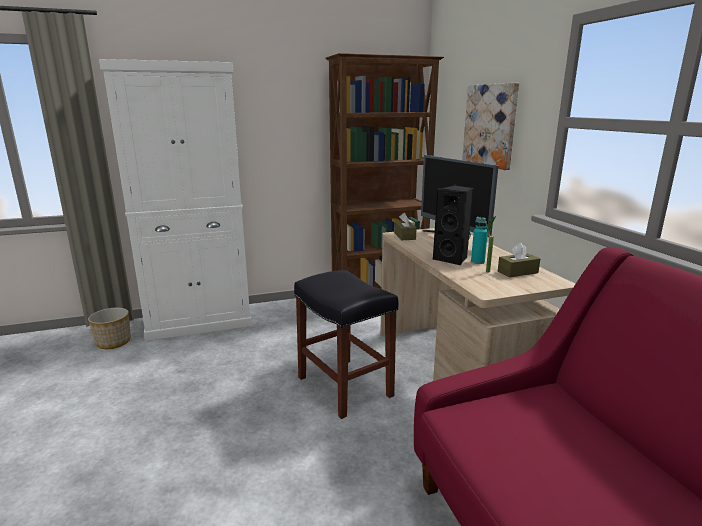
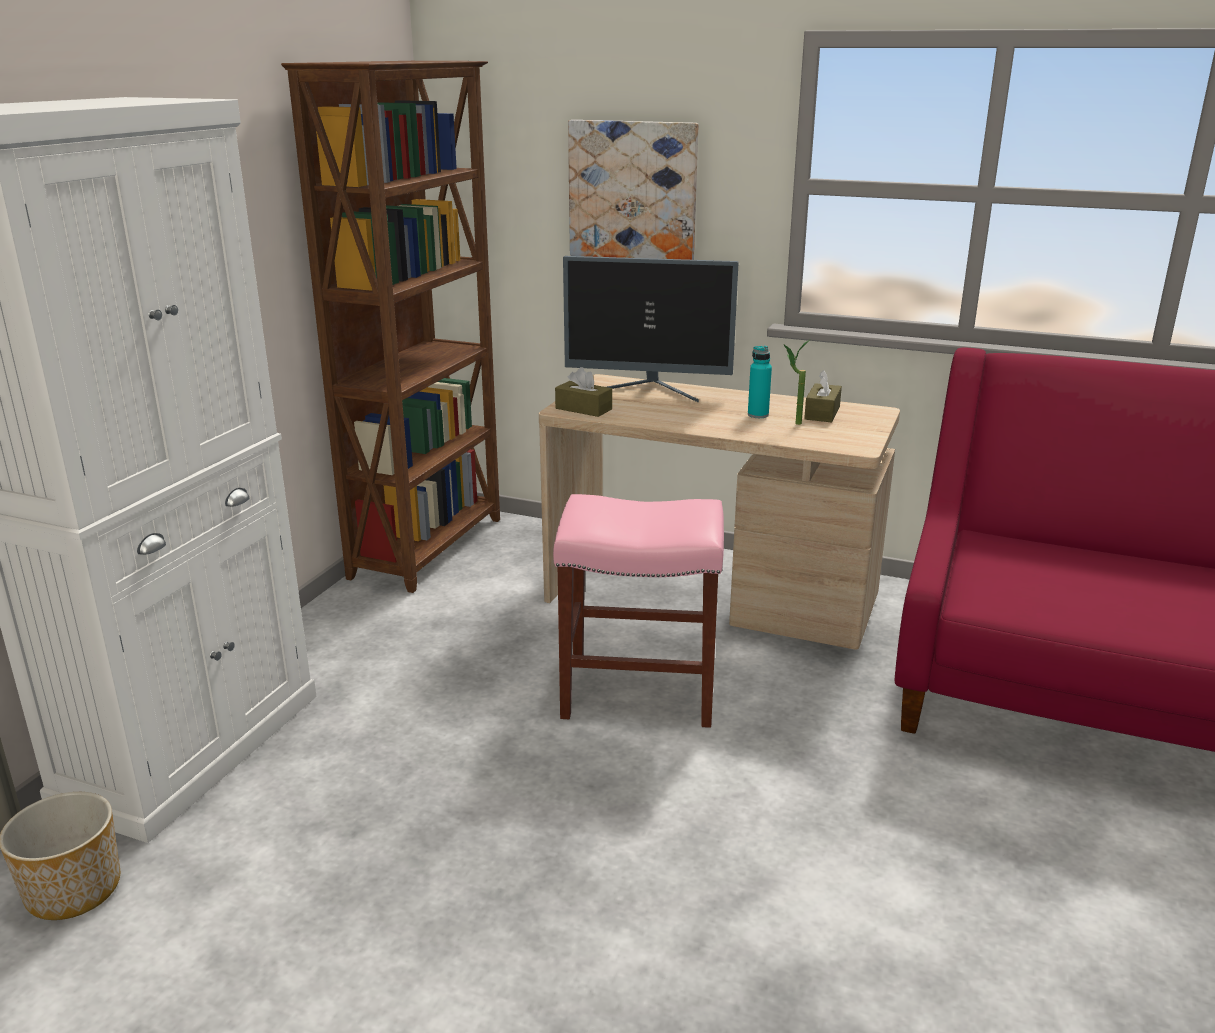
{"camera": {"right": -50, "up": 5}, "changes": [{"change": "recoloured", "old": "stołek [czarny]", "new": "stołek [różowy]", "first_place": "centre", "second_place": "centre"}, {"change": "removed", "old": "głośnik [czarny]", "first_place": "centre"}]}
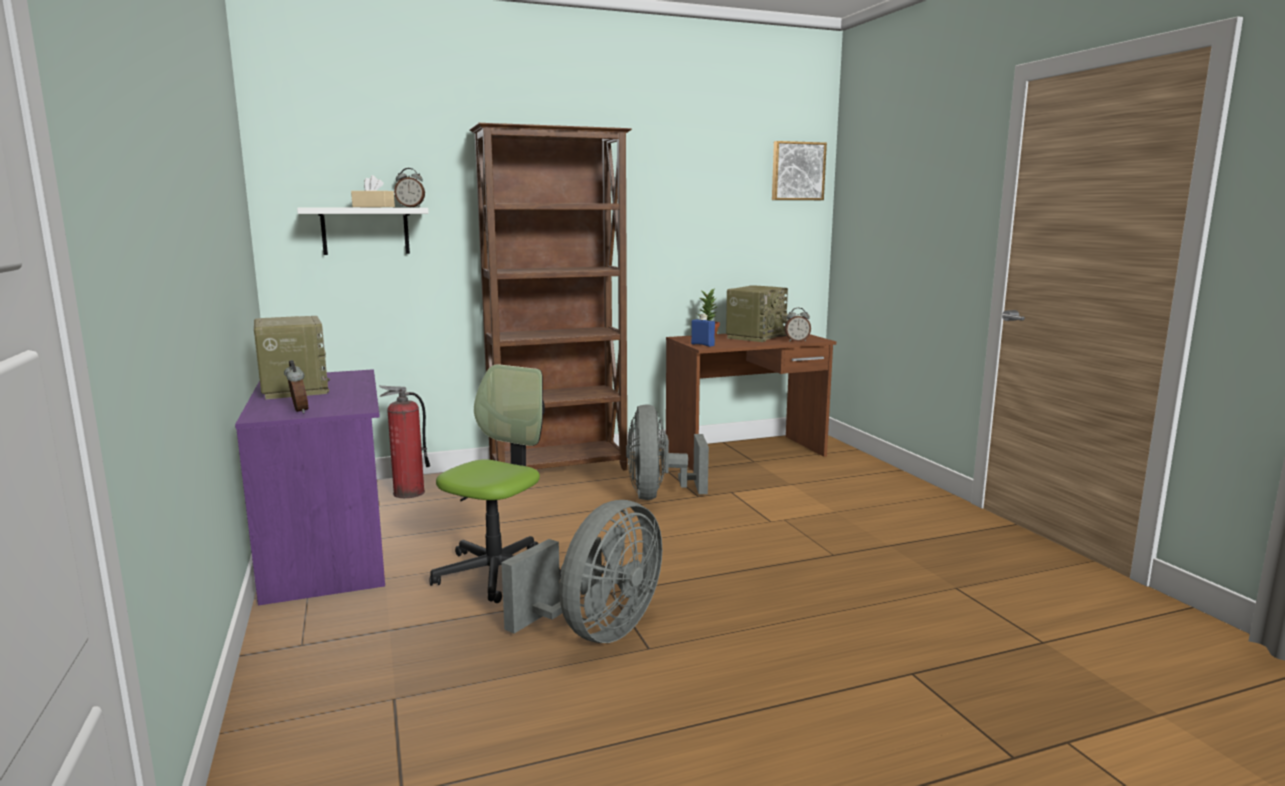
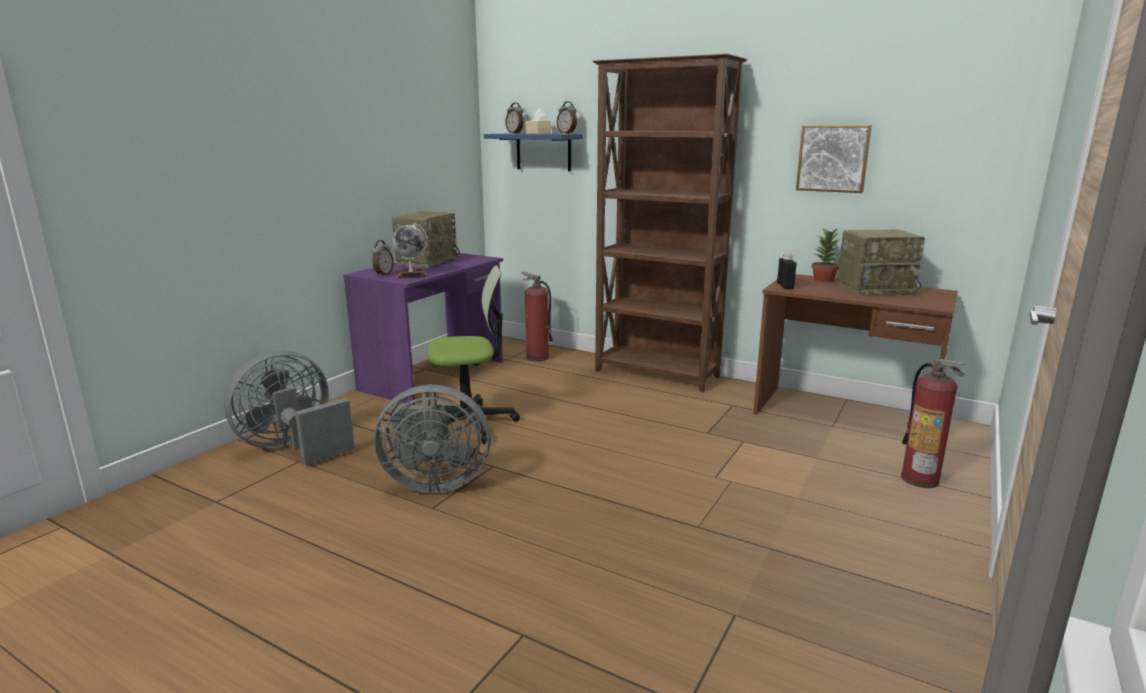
{"camera": {"right": 50, "up": 5}, "changes": [{"change": "recoloured", "old": "półka [biały]", "new": "półka [niebieski]", "first_place": "top left", "second_place": "top centre"}, {"change": "moved", "old": "wentylator [szary] (2nd from left in the first image)", "new": "wentylator [szary] (1st from left)", "first_place": "centre", "second_place": "middle left"}, {"change": "recoloured", "old": "butelka [niebieski]", "new": "butelka [czarny]", "first_place": "centre", "second_place": "middle right"}, {"change": "moved", "old": "obraz", "first_place": "top centre", "second_place": "top right"}, {"change": "moved", "old": "budzik (3rd from left in the first image)", "new": "budzik (2nd from left)", "first_place": "centre", "second_place": "top centre"}, {"change": "added", "new": "globus", "second_place": "centre"}, {"change": "added", "new": "gaśnica (2nd from left)", "second_place": "middle right"}]}
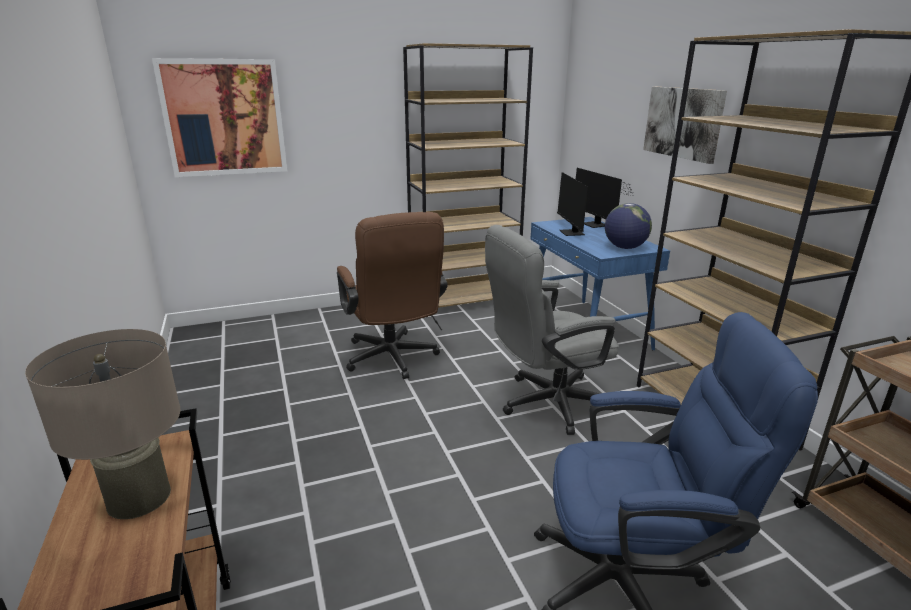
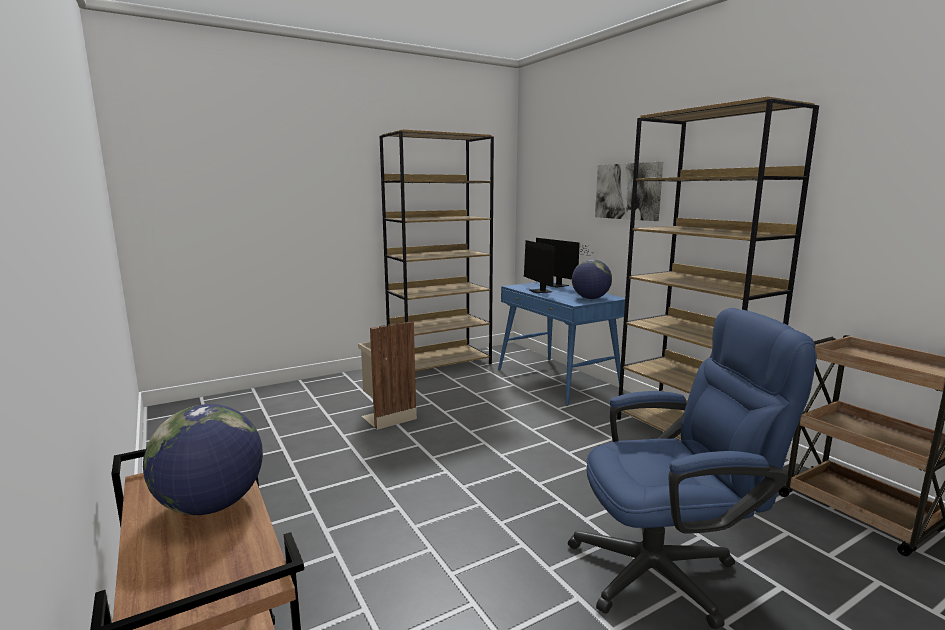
{"camera": {"right": -10, "up": -10}, "changes": [{"change": "replaced", "old": "lampa stołowa [beżowy]", "new": "globus (1st from left)", "first_place": "bottom left", "second_place": "bottom left"}, {"change": "removed", "old": "obraz (1st from left)", "first_place": "top left"}, {"change": "replaced", "old": "krzesło biurowe [brązowy]", "new": "kosz na śmieci [beżowy]", "first_place": "centre", "second_place": "centre"}, {"change": "removed", "old": "krzesło biurowe [szary]", "first_place": "centre"}]}
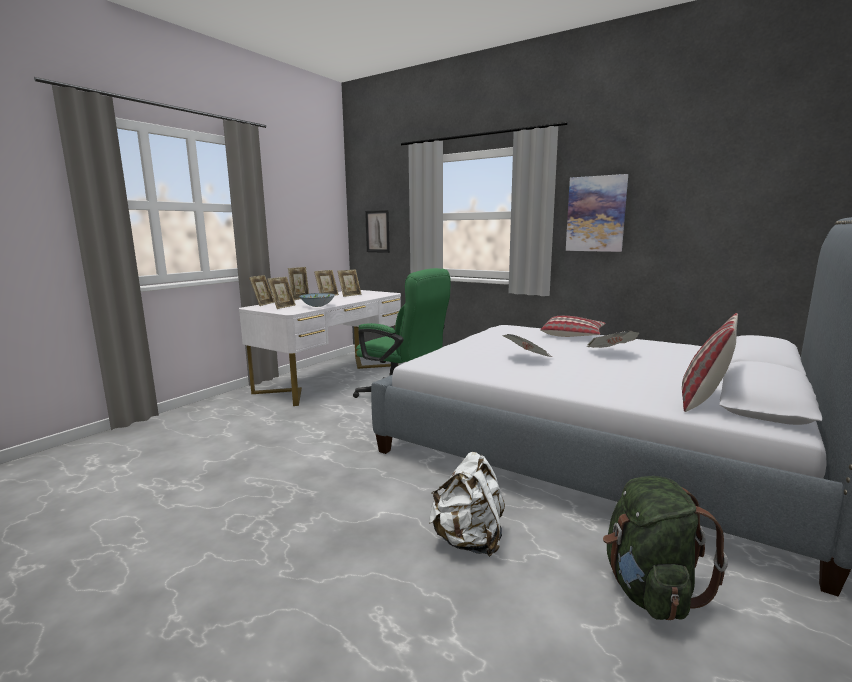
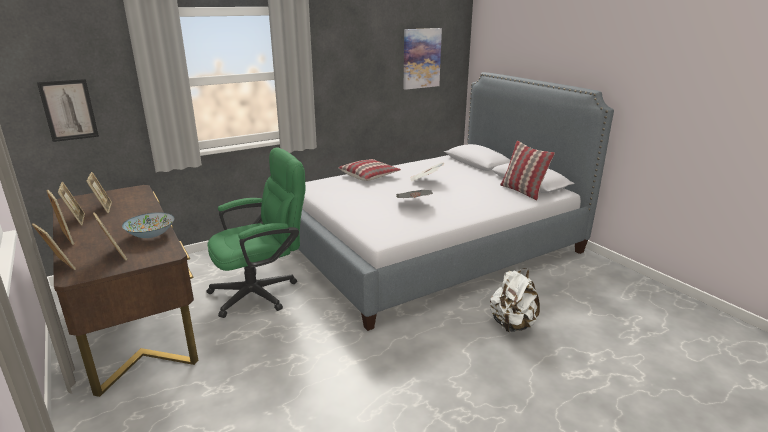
{"camera": {"right": -65, "up": 10}, "changes": [{"change": "recoloured", "old": "biurko [biały]", "new": "biurko [brązowy]", "first_place": "centre", "second_place": "bottom left"}, {"change": "moved", "old": "obraz (2nd from left)", "first_place": "top right", "second_place": "top centre"}, {"change": "removed", "old": "plecak [zielony]", "first_place": "bottom right"}]}
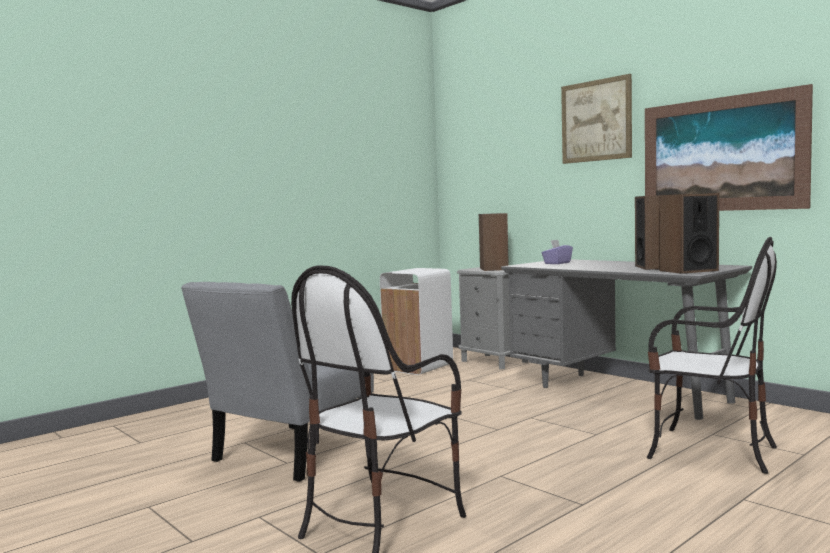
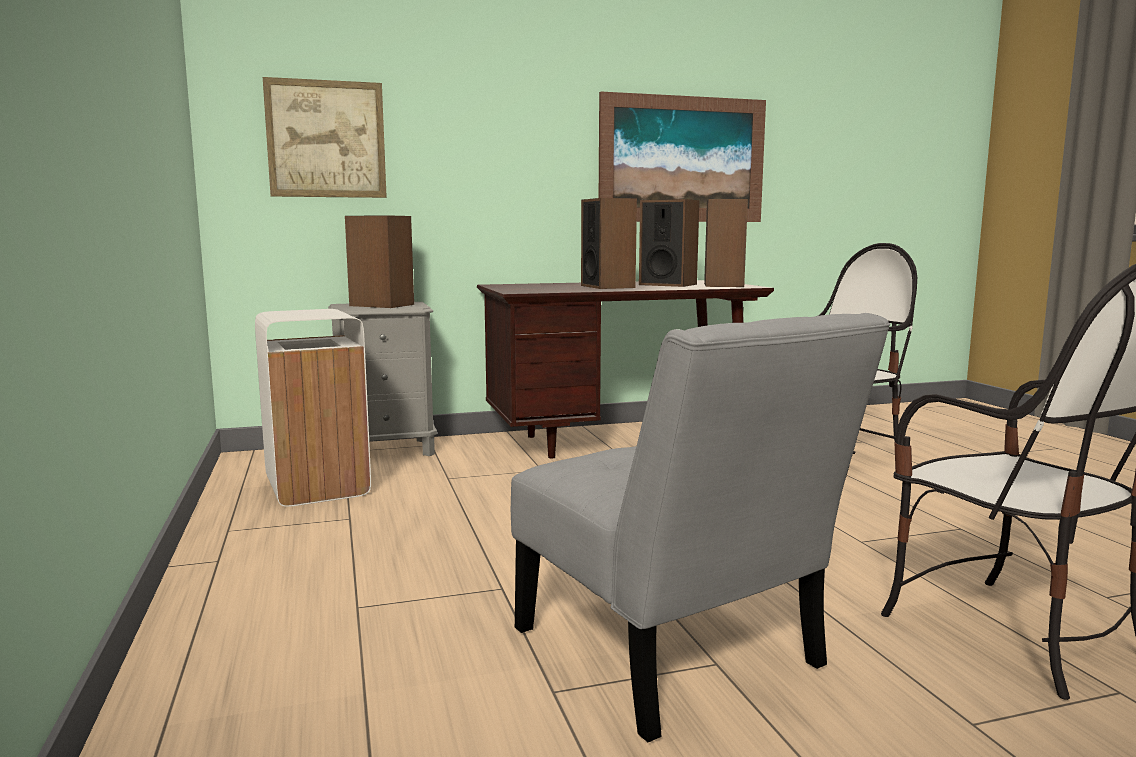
{"camera": {"right": -65, "up": 5}, "changes": [{"change": "recoloured", "old": "biurko [szary]", "new": "biurko [brązowy]", "first_place": "middle right", "second_place": "centre"}, {"change": "removed", "old": "pudełko chusteczek [fioletowy]", "first_place": "middle right"}, {"change": "moved", "old": "obraz (1st from left)", "first_place": "top right", "second_place": "top left"}, {"change": "added", "new": "głośnik (2nd from left)", "second_place": "top centre"}]}
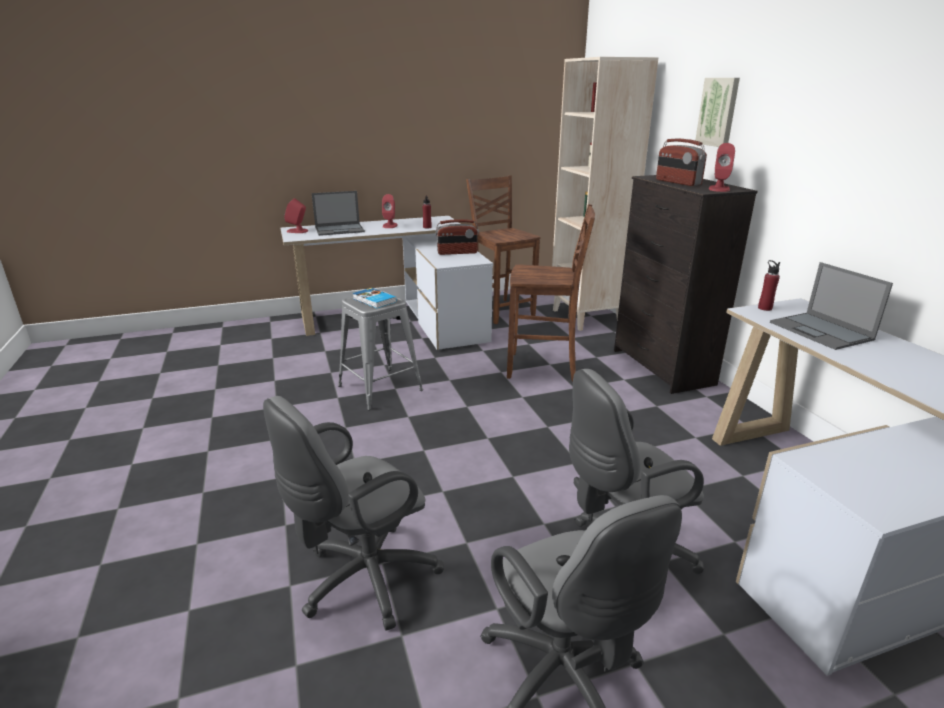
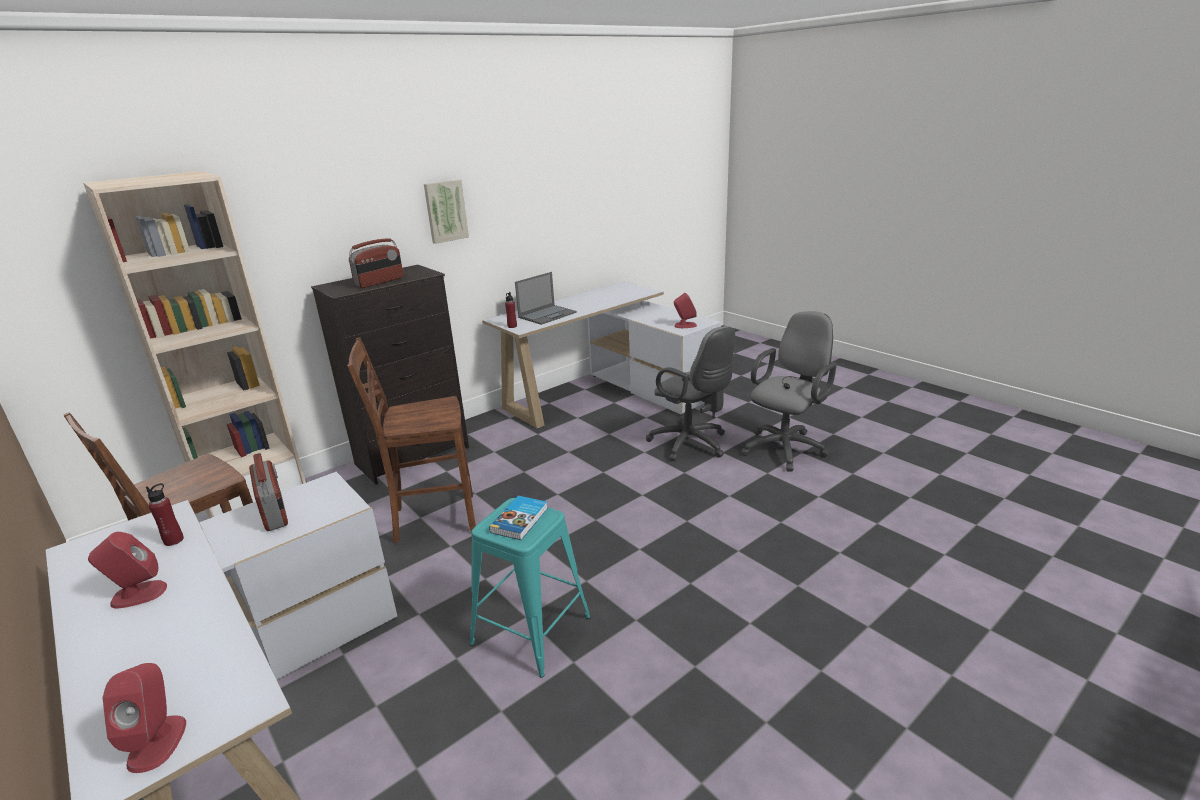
{"camera": {"right": -110, "up": 0}, "changes": [{"change": "removed", "old": "krzesło biurowe [szary] (1st from left)", "first_place": "bottom centre"}, {"change": "removed", "old": "laptop (1st from left)", "first_place": "top centre"}, {"change": "recoloured", "old": "stołek [szary]", "new": "stołek [turkusowy]", "first_place": "centre", "second_place": "bottom centre"}, {"change": "turned", "old": "krzesło [brązowy] (2nd from left)", "first_place": "centre", "second_place": "centre", "degrees": -90}, {"change": "moved", "old": "obraz", "first_place": "top right", "second_place": "top centre"}, {"change": "moved", "old": "głośnik [czerwony] (3rd from left)", "first_place": "top right", "second_place": "centre"}]}
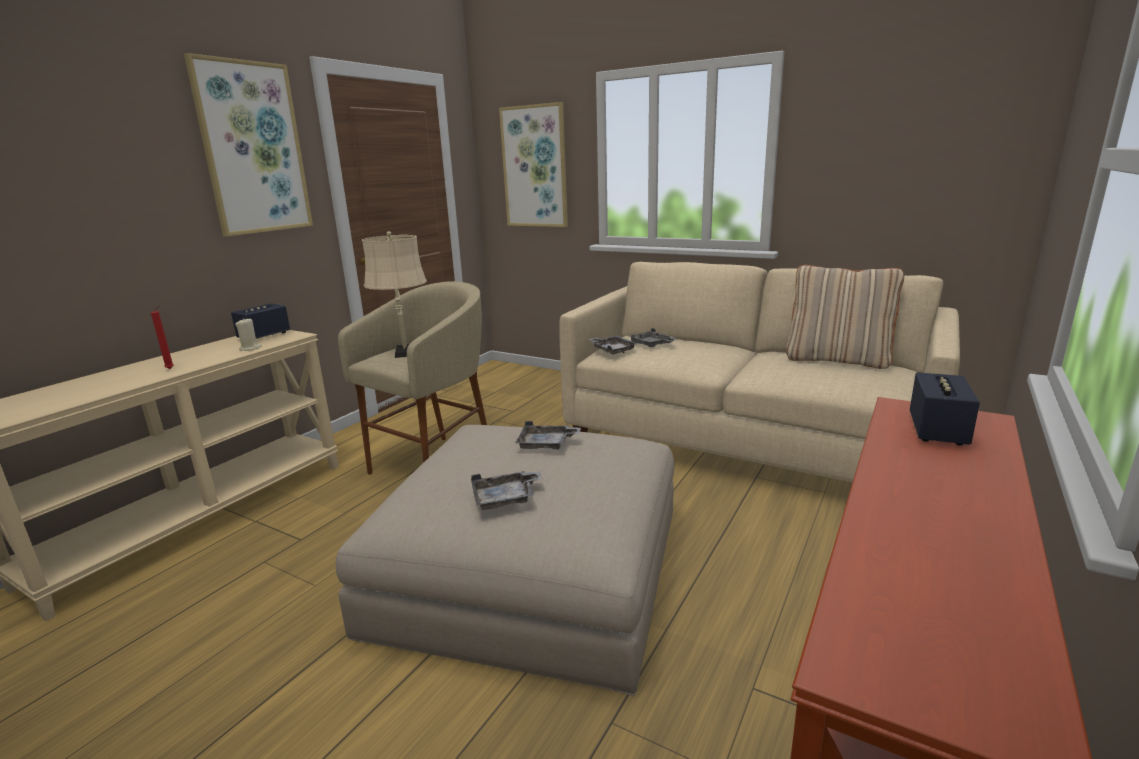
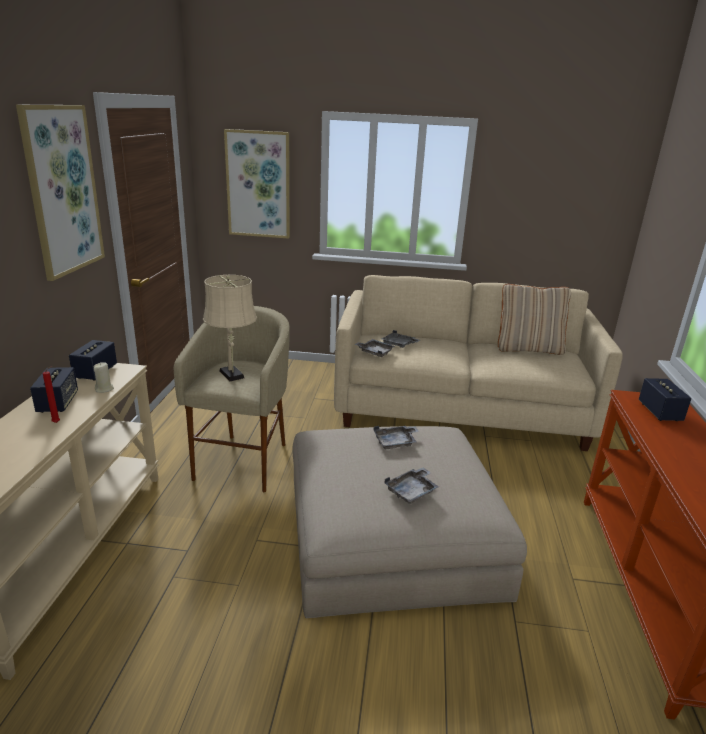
{"camera": {"right": -25, "up": 5}, "changes": [{"change": "added", "new": "głośnik (1st from left)", "second_place": "middle left"}]}
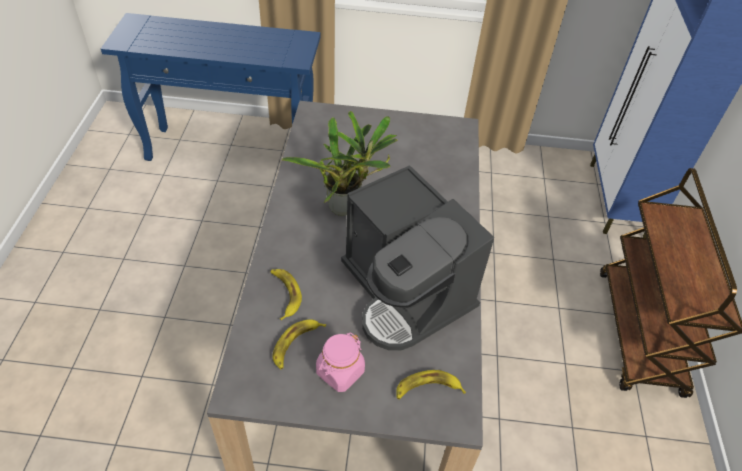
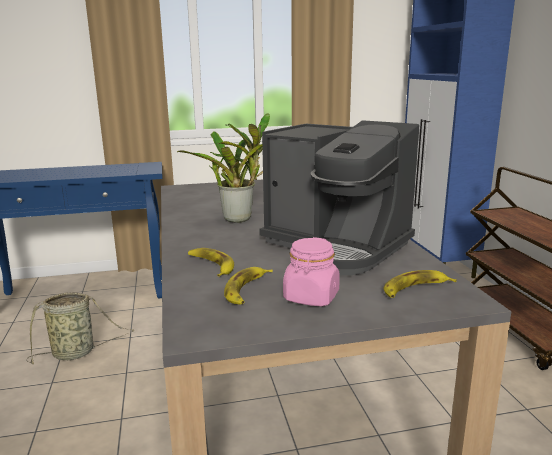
{"camera": {"right": -15, "up": -30}, "changes": [{"change": "added", "new": "koszyk", "second_place": "bottom left"}]}
